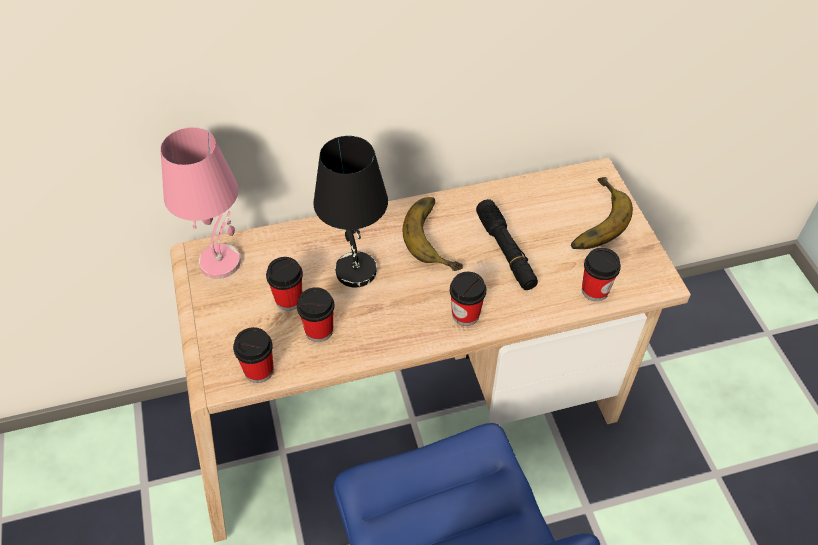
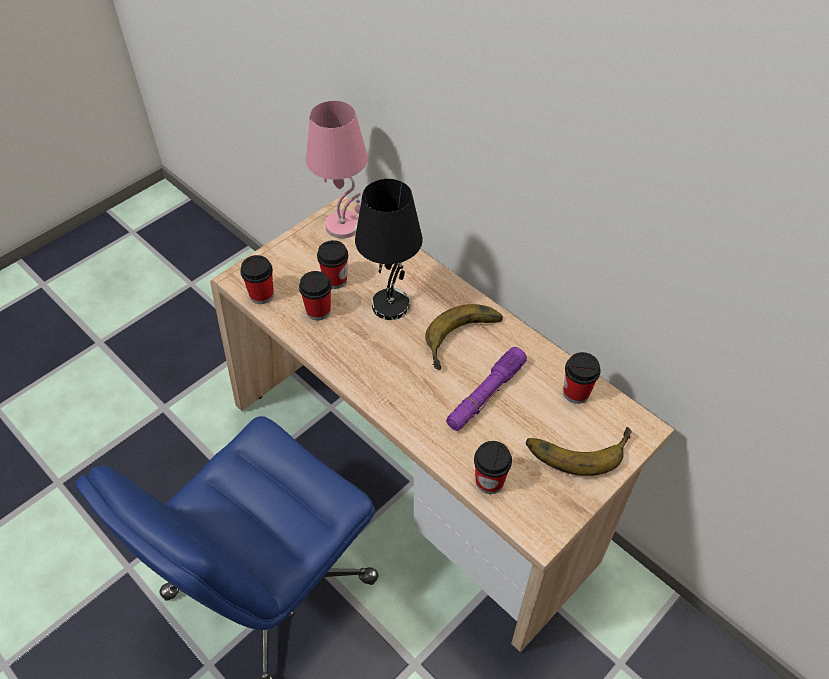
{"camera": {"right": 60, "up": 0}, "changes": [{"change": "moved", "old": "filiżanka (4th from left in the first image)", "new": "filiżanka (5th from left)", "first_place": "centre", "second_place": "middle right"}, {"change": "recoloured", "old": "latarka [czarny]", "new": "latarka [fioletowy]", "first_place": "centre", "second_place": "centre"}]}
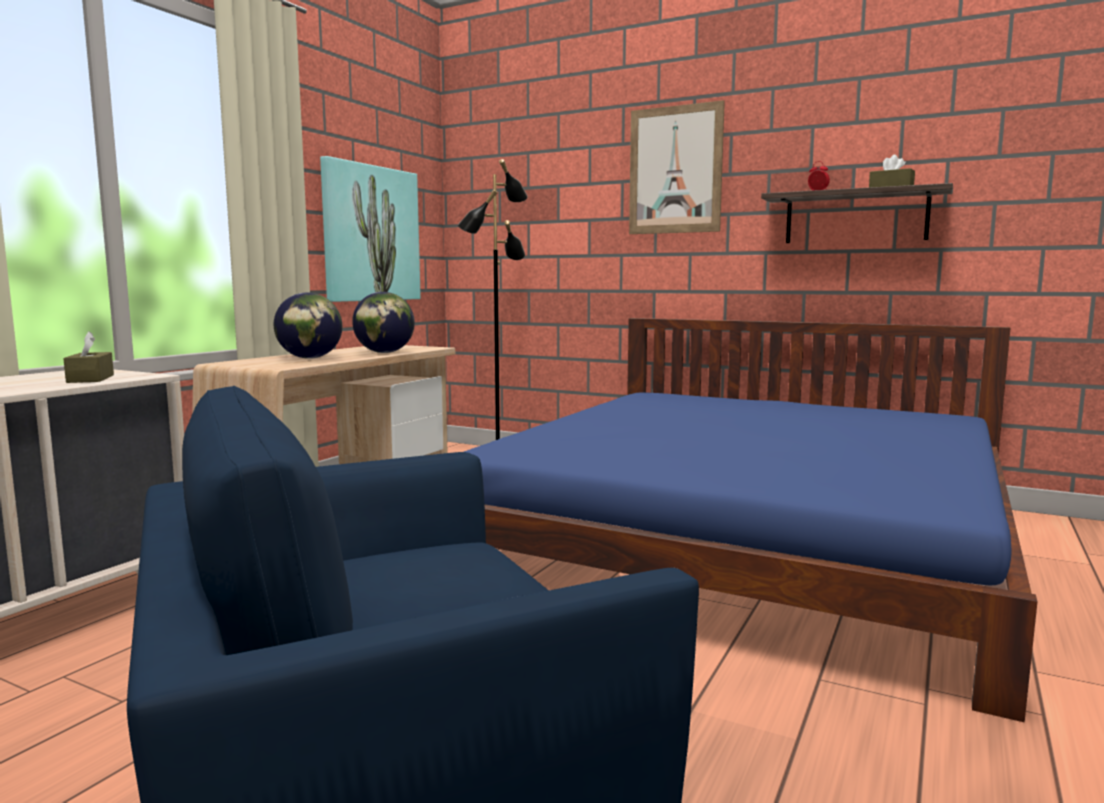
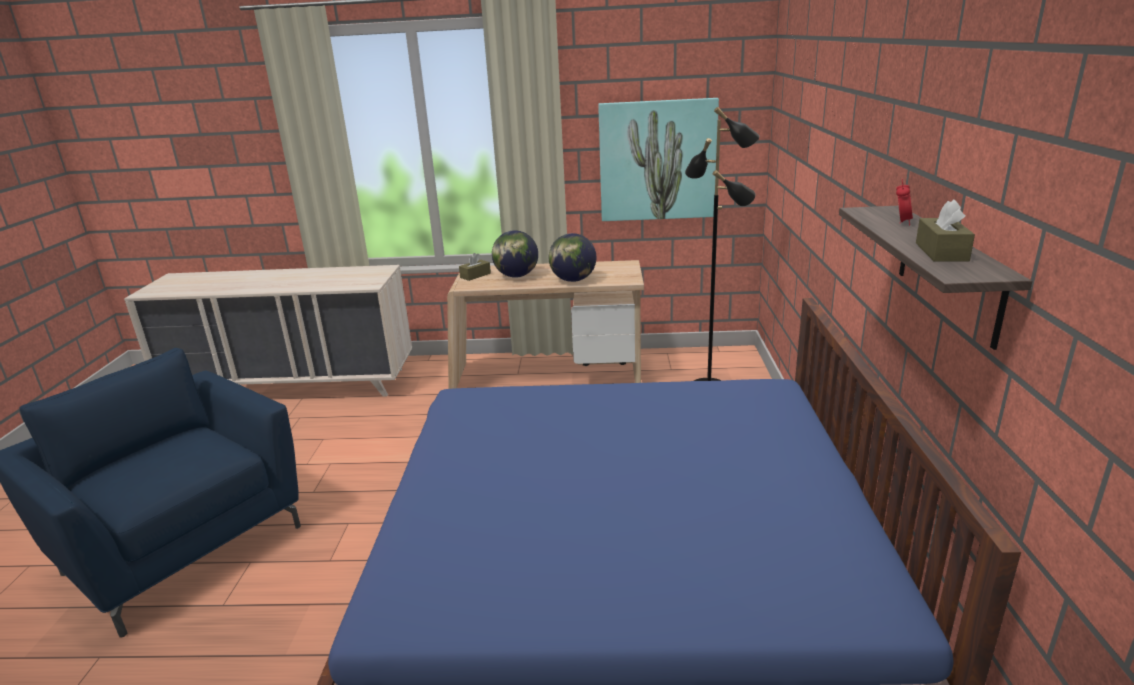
{"camera": {"right": 65, "up": 15}, "changes": [{"change": "moved", "old": "pudełko chusteczek [brązowy] (1st from left)", "first_place": "middle left", "second_place": "centre"}, {"change": "removed", "old": "obraz (2nd from left)", "first_place": "top centre"}]}
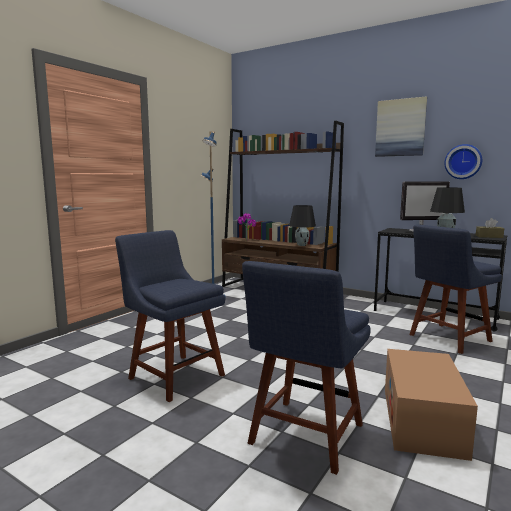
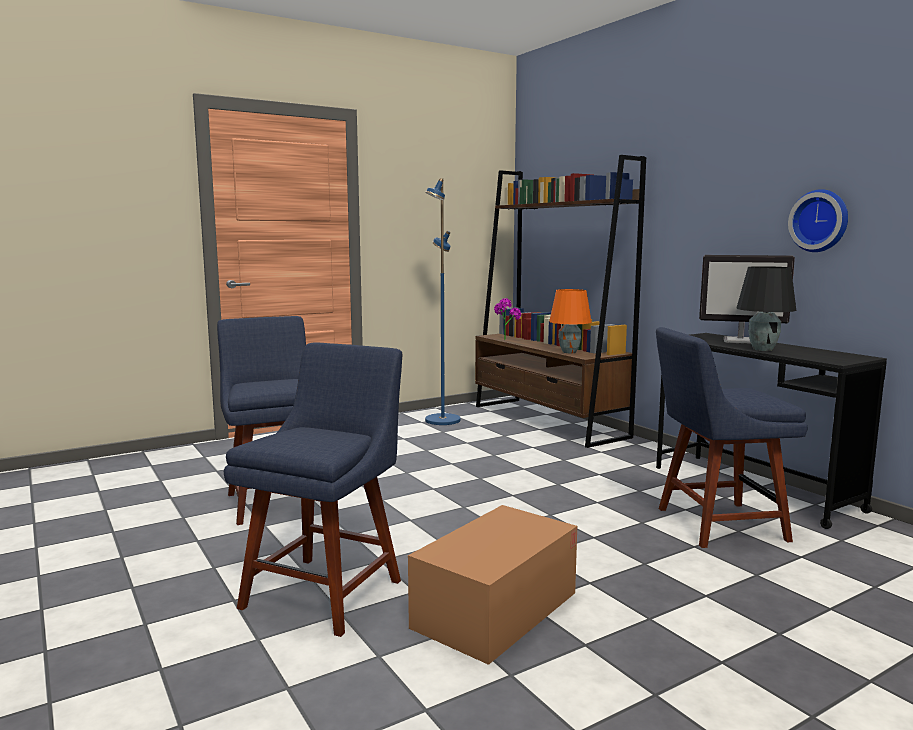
{"camera": {"right": 25, "up": 0}, "changes": [{"change": "turned", "old": "krzesło [niebieski] (2nd from left)", "first_place": "bottom centre", "second_place": "bottom centre", "degrees": 150}, {"change": "recoloured", "old": "lampa stołowa [czarny] (1st from left)", "new": "lampa stołowa [pomarańczowy]", "first_place": "centre", "second_place": "centre"}, {"change": "removed", "old": "obraz", "first_place": "top right"}, {"change": "removed", "old": "pudełko chusteczek [brązowy]", "first_place": "middle right"}]}
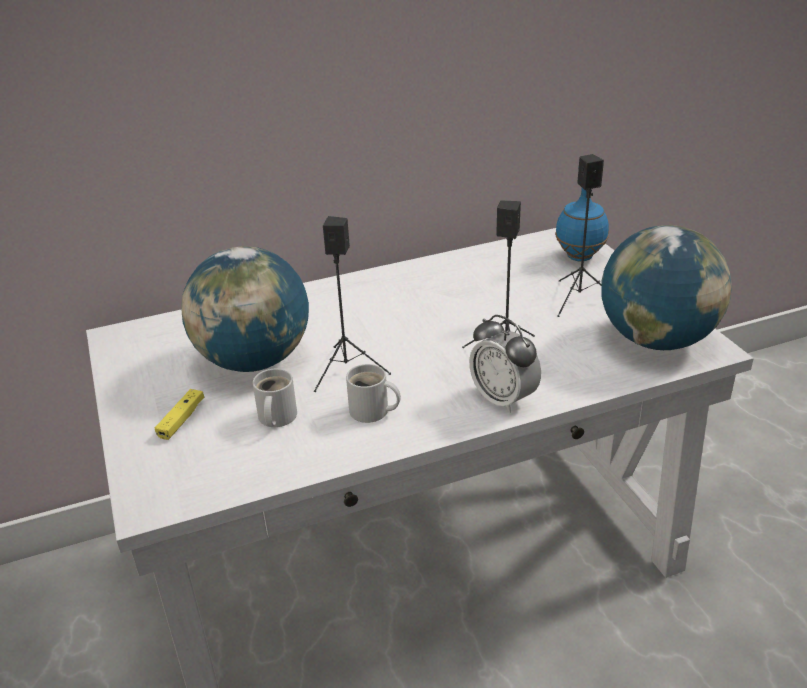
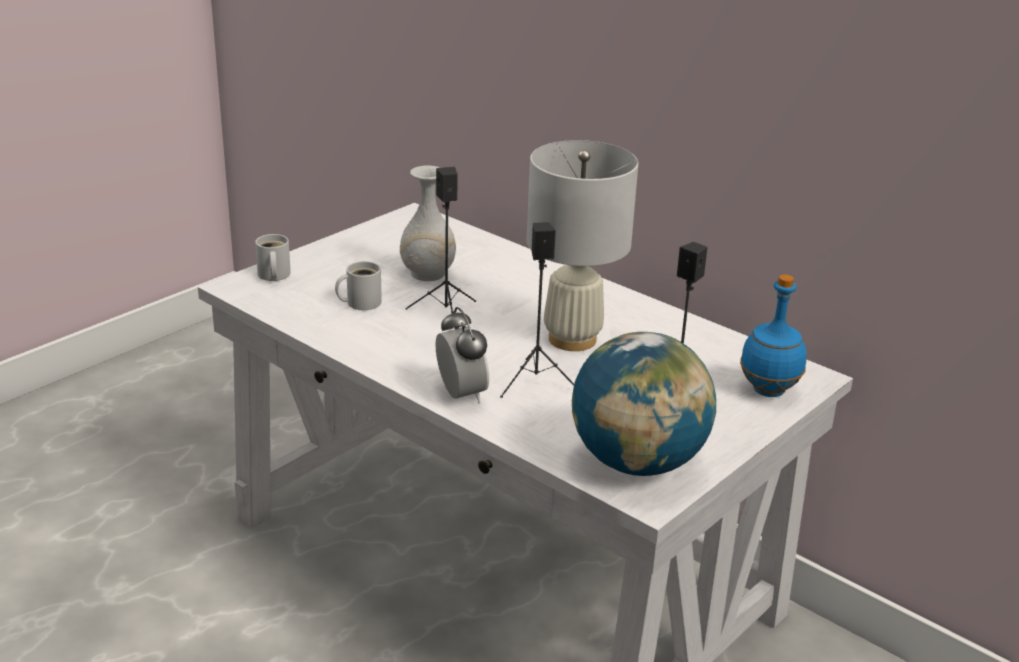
{"camera": {"right": 60, "up": -5}, "changes": [{"change": "removed", "old": "pad do gier [żółty]", "first_place": "middle left"}, {"change": "replaced", "old": "globus (1st from left)", "new": "wazon [biały]", "first_place": "middle left", "second_place": "centre"}, {"change": "moved", "old": "kubek [biały] (2nd from left in the first image)", "new": "kubek [biały] (1st from left)", "first_place": "centre", "second_place": "middle left"}, {"change": "turned", "old": "budzik", "first_place": "centre", "second_place": "centre", "degrees": 135}, {"change": "added", "new": "lampa stołowa [biały]", "second_place": "centre"}]}
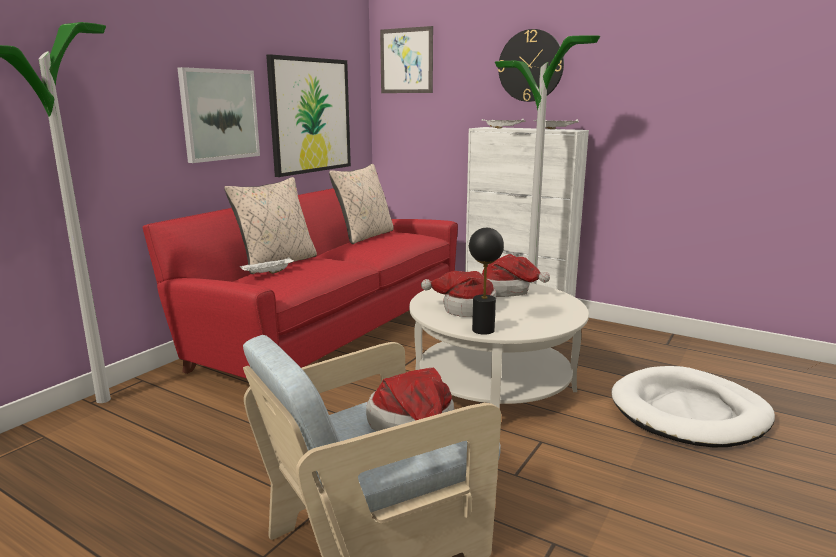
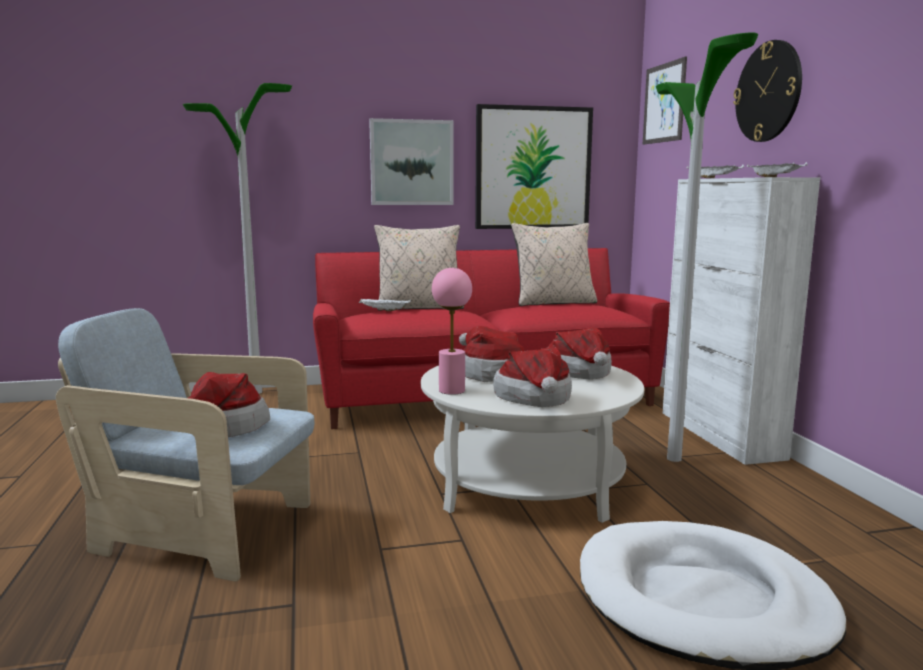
{"camera": {"right": 45, "up": -5}, "changes": [{"change": "recoloured", "old": "lampa stołowa [czarny]", "new": "lampa stołowa [różowy]", "first_place": "centre", "second_place": "centre"}, {"change": "added", "new": "kapelusz (3rd from left)", "second_place": "centre"}]}
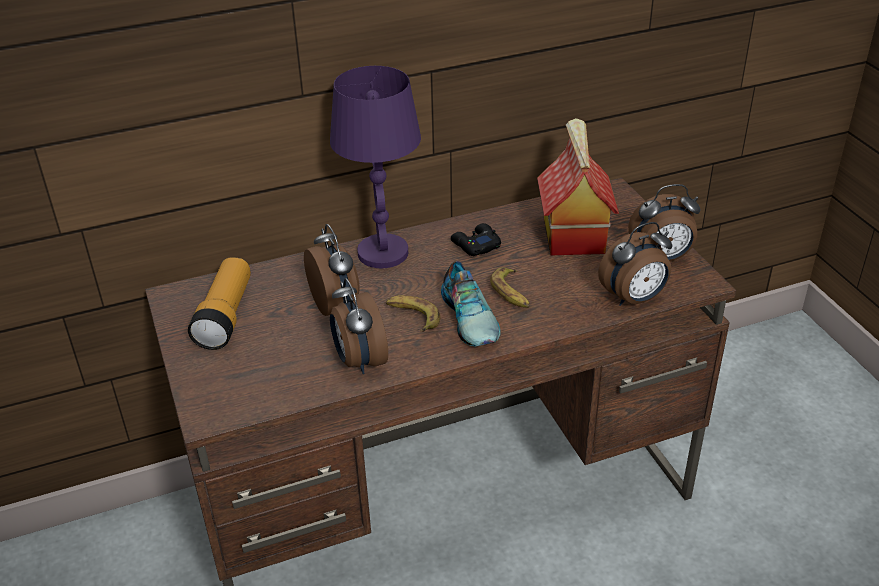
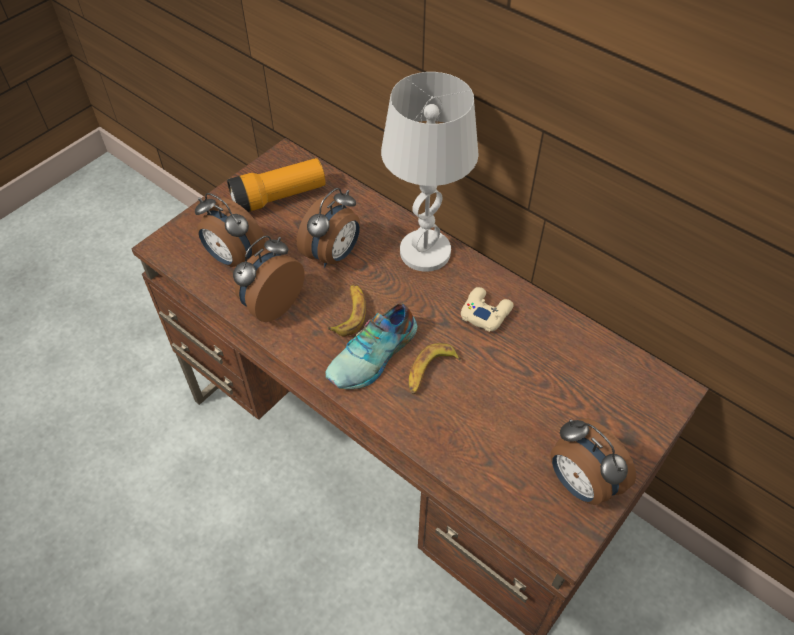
{"camera": {"right": 60, "up": 15}, "changes": [{"change": "recoloured", "old": "lampa stołowa [fioletowy]", "new": "lampa stołowa [biały]", "first_place": "top centre", "second_place": "top centre"}, {"change": "recoloured", "old": "pad do gier [czarny]", "new": "pad do gier [beżowy]", "first_place": "centre", "second_place": "centre"}, {"change": "removed", "old": "domek", "first_place": "top centre"}, {"change": "moved", "old": "budzik (3rd from left in the first image)", "new": "budzik (1st from left)", "first_place": "middle right", "second_place": "middle left"}]}
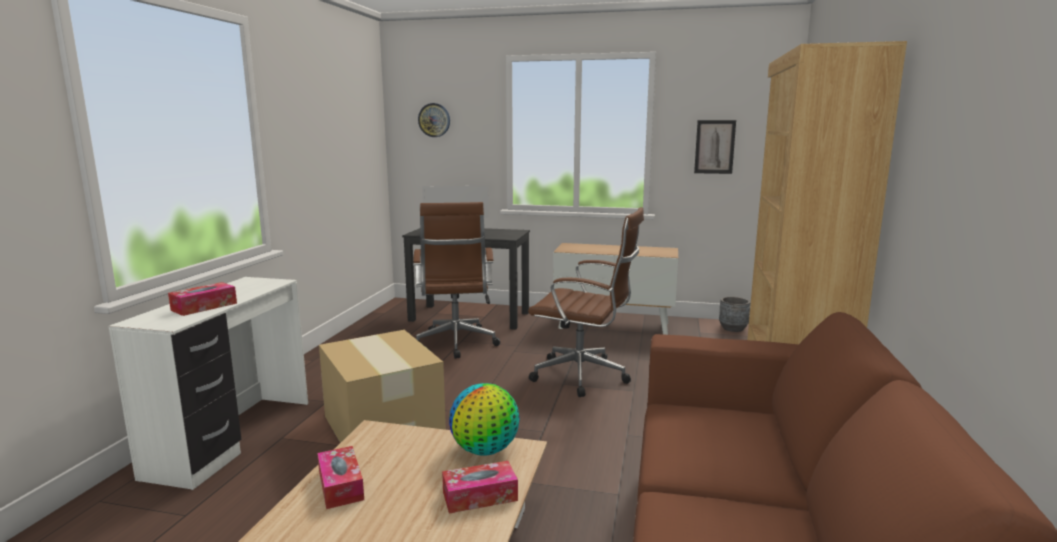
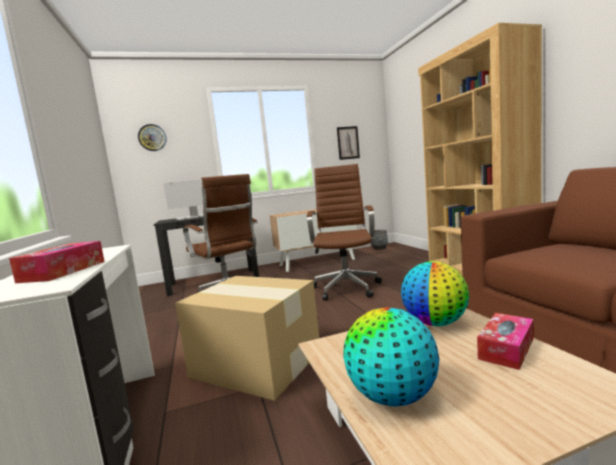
{"camera": {"right": -30, "up": -5}, "changes": [{"change": "replaced", "old": "pudełko chusteczek (2nd from left)", "new": "globus (1st from left)", "first_place": "bottom left", "second_place": "bottom centre"}, {"change": "turned", "old": "krzesło biurowe [brązowy] (2nd from left)", "first_place": "centre", "second_place": "centre", "degrees": -75}]}
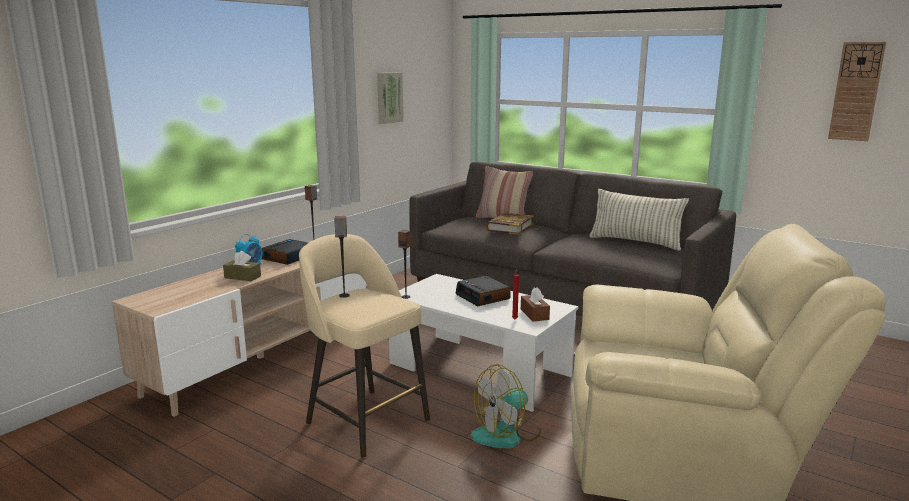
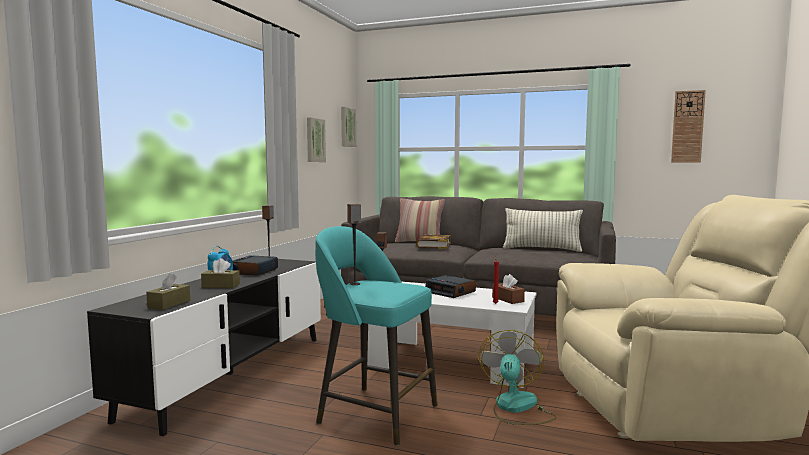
{"camera": {"right": -15, "up": -10}, "changes": [{"change": "recoloured", "old": "szafka pod telewizor [beżowy]", "new": "szafka pod telewizor [czarny]", "first_place": "middle left", "second_place": "bottom left"}, {"change": "recoloured", "old": "stołek [beżowy]", "new": "stołek [turkusowy]", "first_place": "bottom centre", "second_place": "bottom centre"}, {"change": "turned", "old": "wentylator", "first_place": "bottom centre", "second_place": "bottom centre", "degrees": 150}, {"change": "added", "new": "pudełko chusteczek [brązowy] (1st from left)", "second_place": "middle left"}, {"change": "added", "new": "obraz (2nd from left)", "second_place": "top centre"}]}
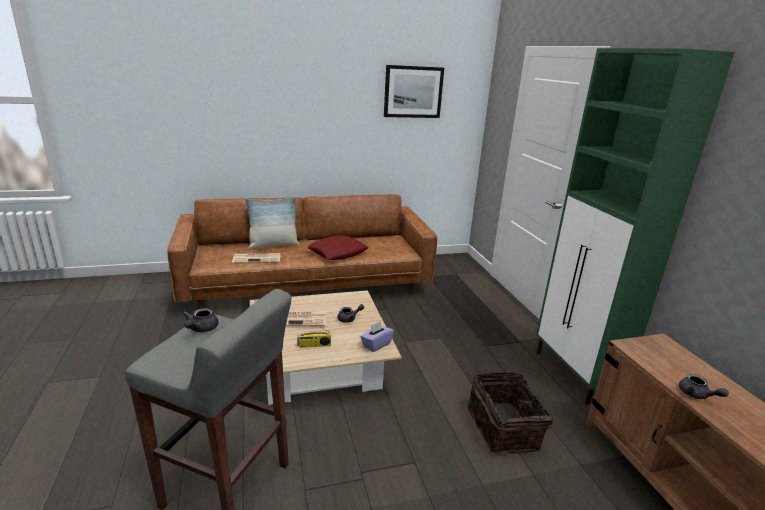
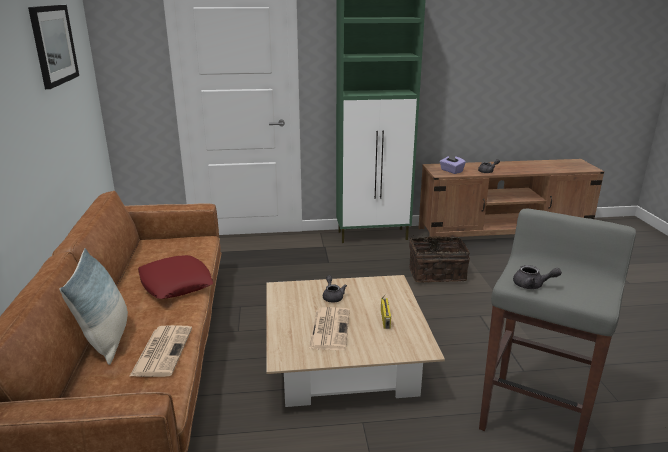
{"camera": {"right": -80, "up": 0}, "changes": [{"change": "moved", "old": "pudełko chusteczek [fioletowy]", "first_place": "centre", "second_place": "middle right"}]}
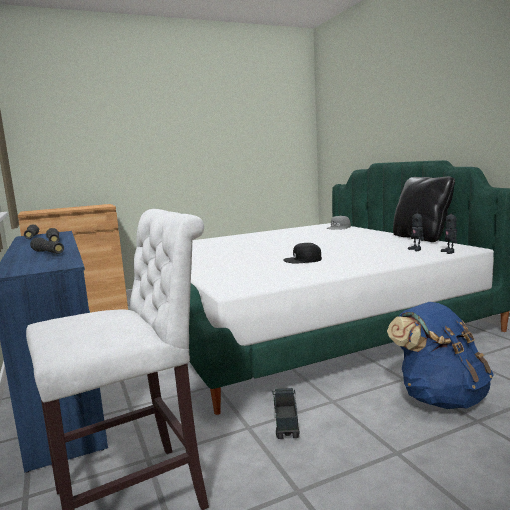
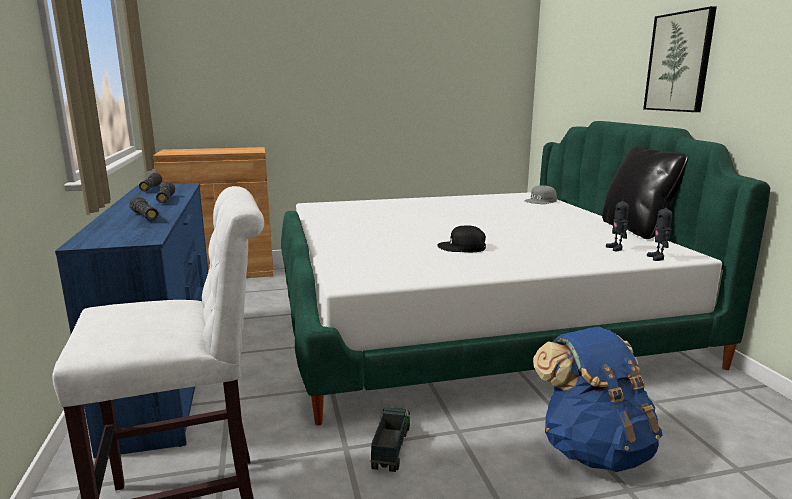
{"camera": {"right": 10, "up": 5}, "changes": [{"change": "added", "new": "obraz", "second_place": "top right"}]}
